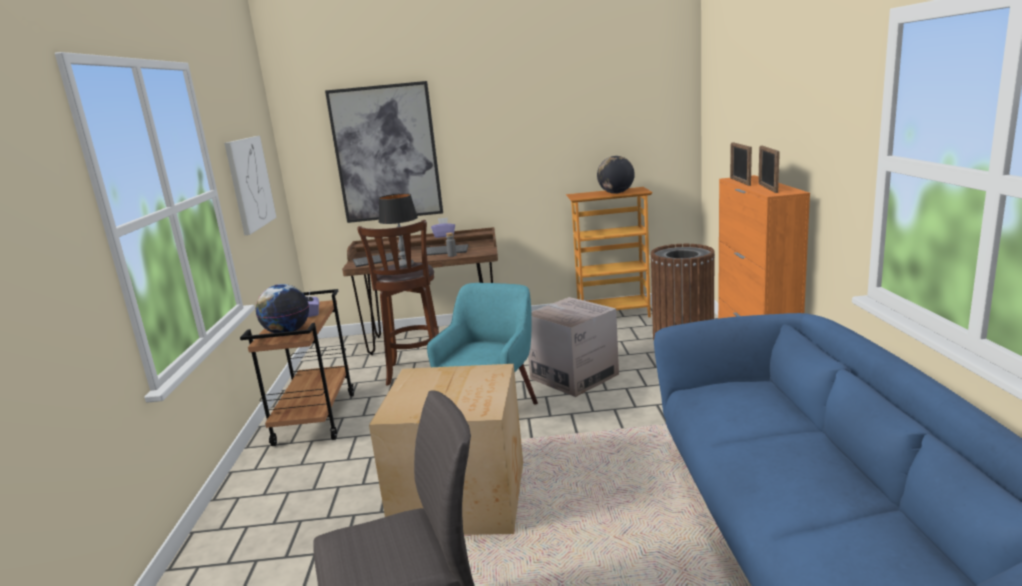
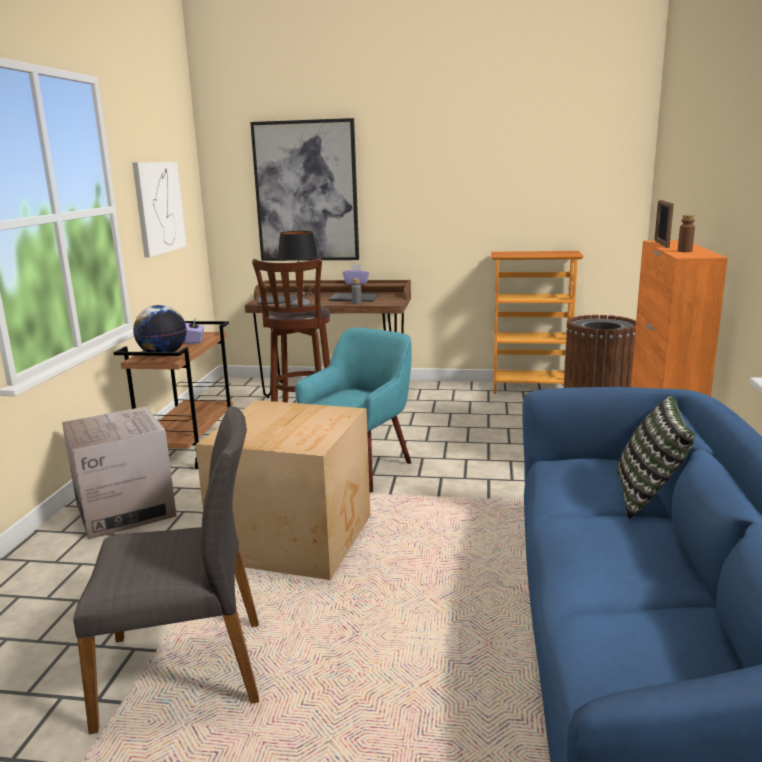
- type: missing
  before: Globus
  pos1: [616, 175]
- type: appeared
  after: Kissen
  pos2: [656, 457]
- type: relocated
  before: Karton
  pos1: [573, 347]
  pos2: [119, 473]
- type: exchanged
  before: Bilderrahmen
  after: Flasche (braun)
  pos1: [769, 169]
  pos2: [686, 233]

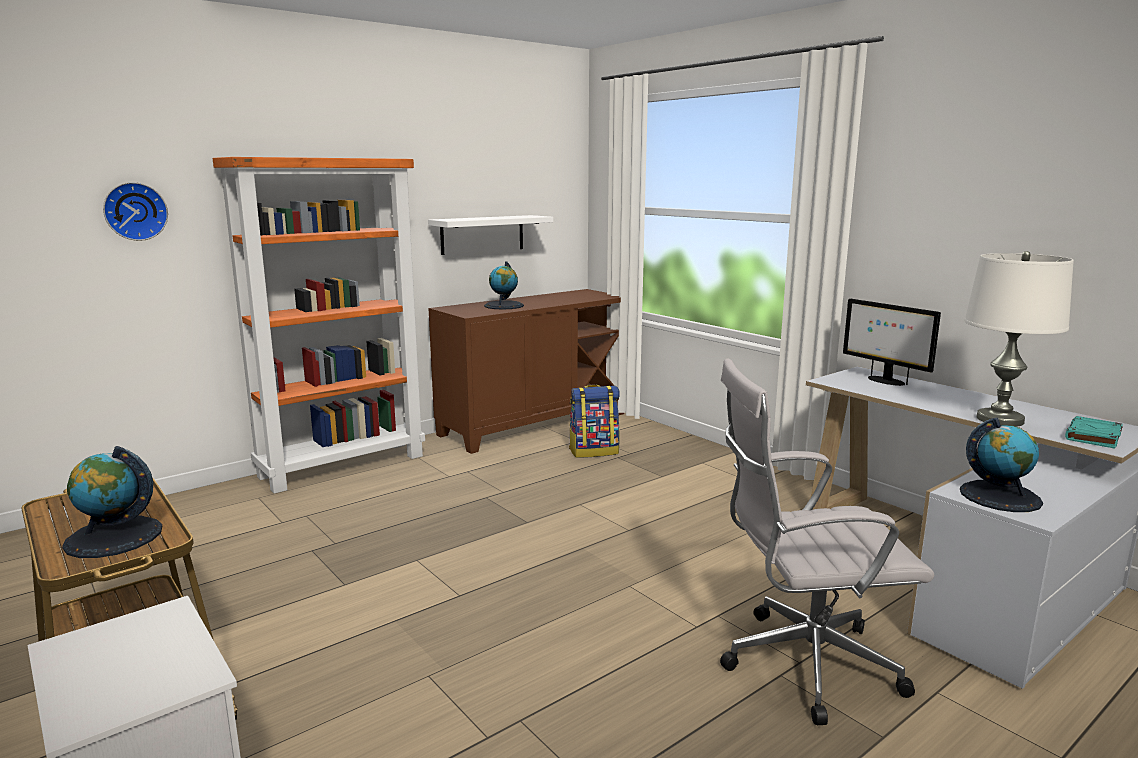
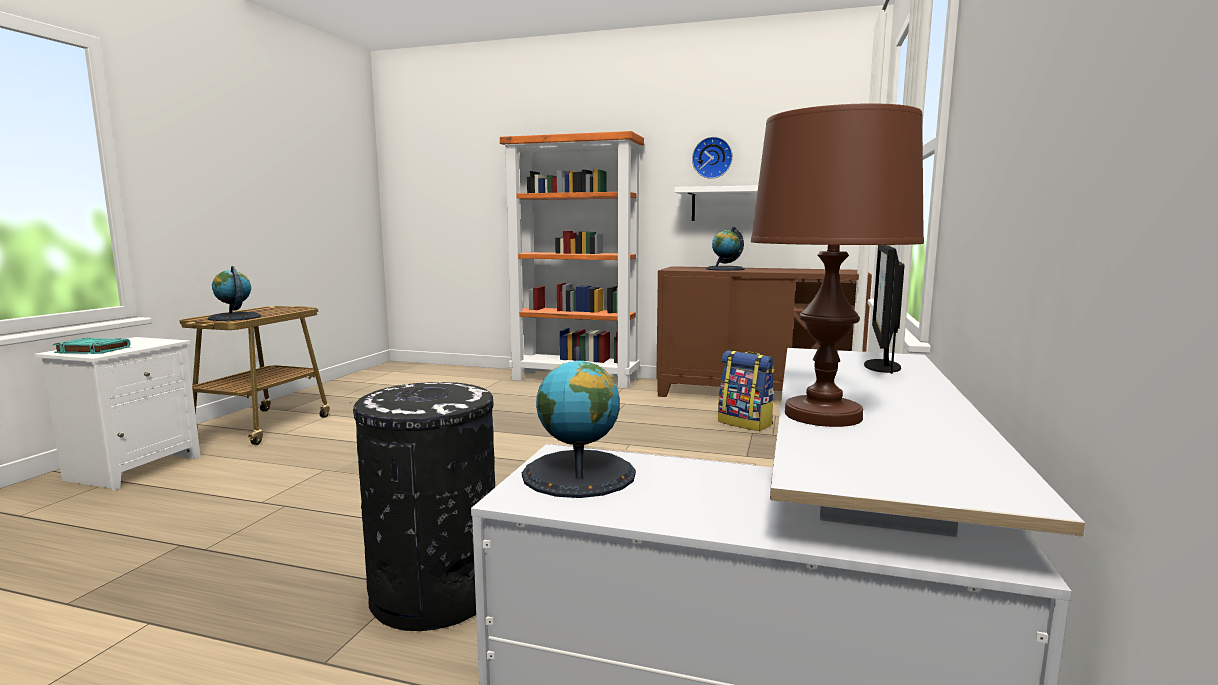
- type: relocated
  before: Wanduhr
  pos1: [135, 211]
  pos2: [712, 158]
- type: relocated
  before: Buch (türkis)
  pos1: [1094, 432]
  pos2: [91, 346]
- type: exchanged
  before: Bürostuhl (weiß)
  after: Mülleimer (schwarz)
  pos1: [827, 541]
  pos2: [423, 506]
- type: colour
  before: Tischlampe (weiß)
  after: Tischlampe (braun)
  pos1: [1019, 339]
  pos2: [837, 265]

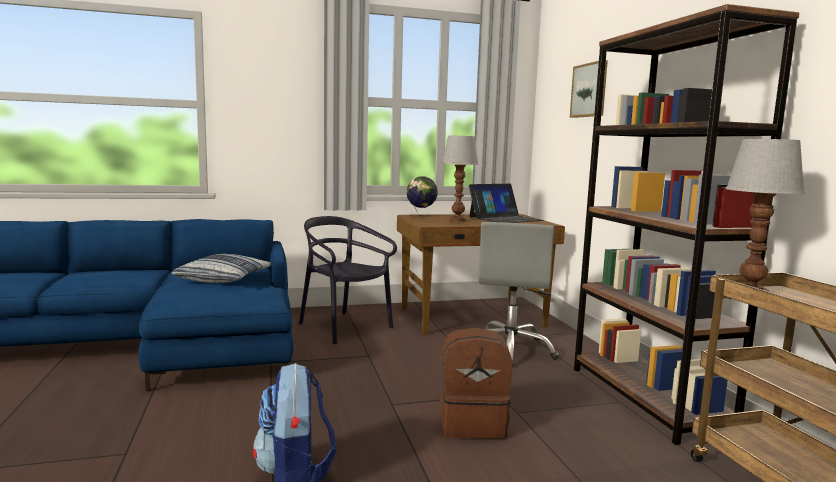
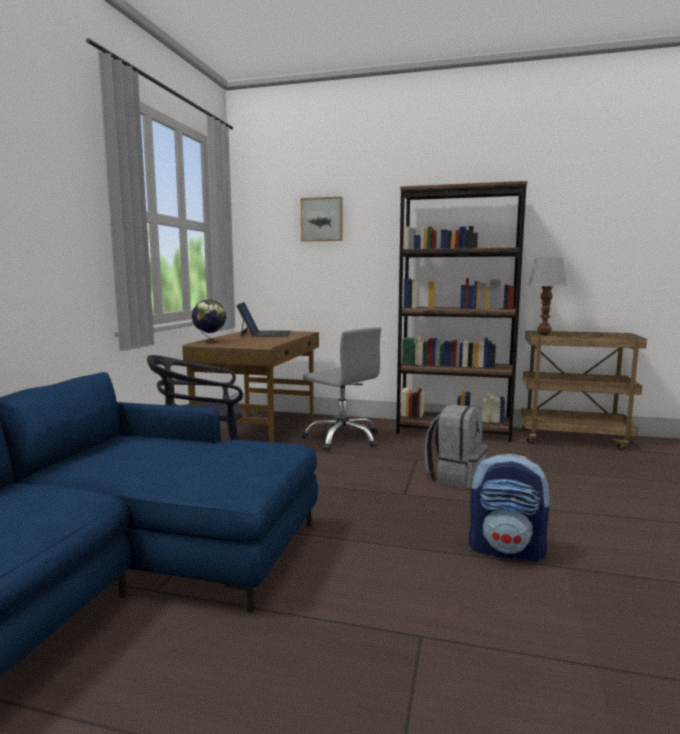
- type: missing
  before: Kissen
  pos1: [221, 268]
- type: missing
  before: Tischlampe
  pos1: [460, 179]
- type: colour
  before: Rucksack (braun)
  after: Rucksack (grau)
  pos1: [476, 383]
  pos2: [456, 446]

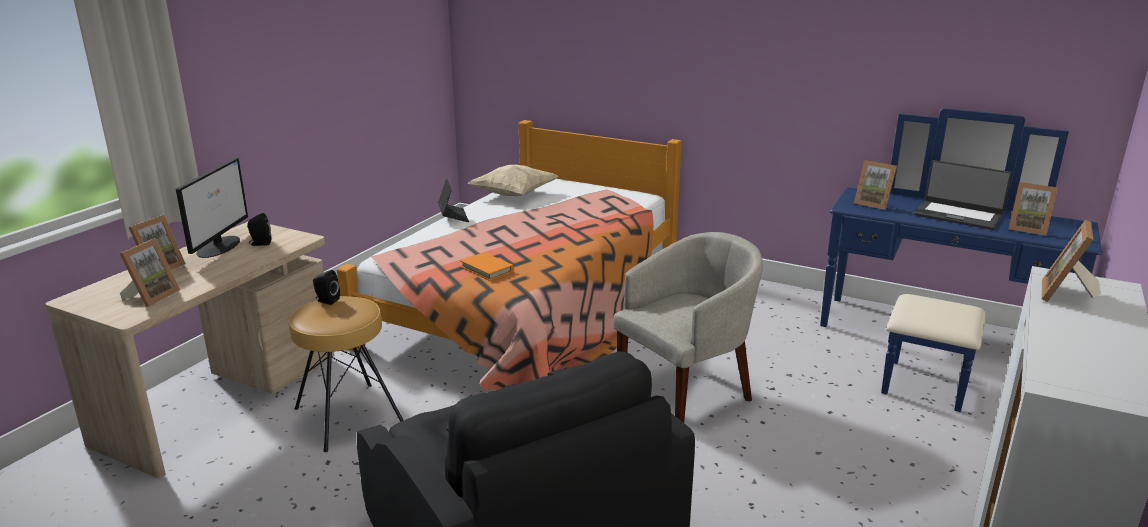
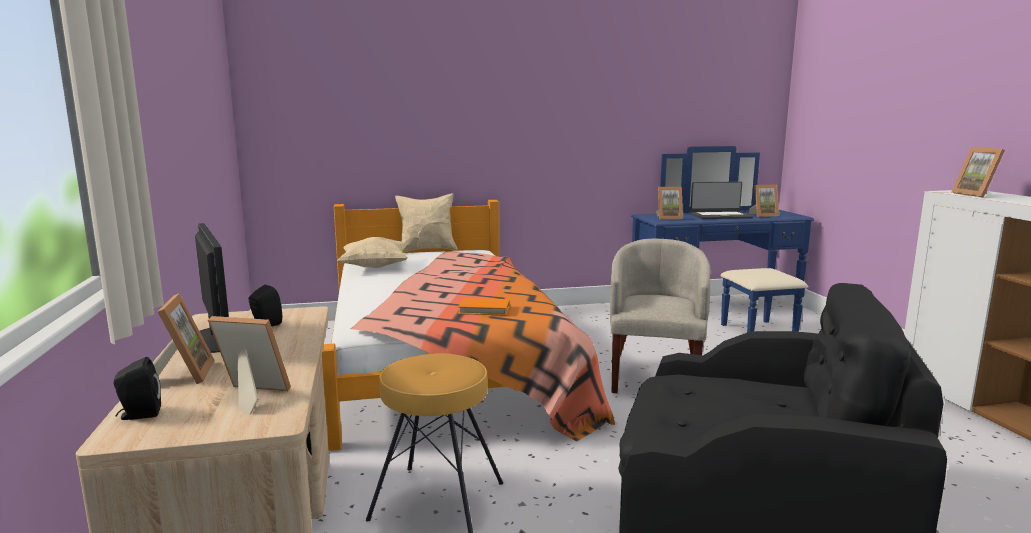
- type: missing
  before: Laptop
  pos1: [453, 200]
- type: appeared
  after: Kissen (beige)
  pos2: [426, 223]
- type: relocated
  before: Lautsprecher (schwarz)
  pos1: [326, 287]
  pos2: [137, 388]
- type: spun
  before: Bilderrahmen
  pos1: [150, 272]
  pos2: [249, 365]
  turn: -60

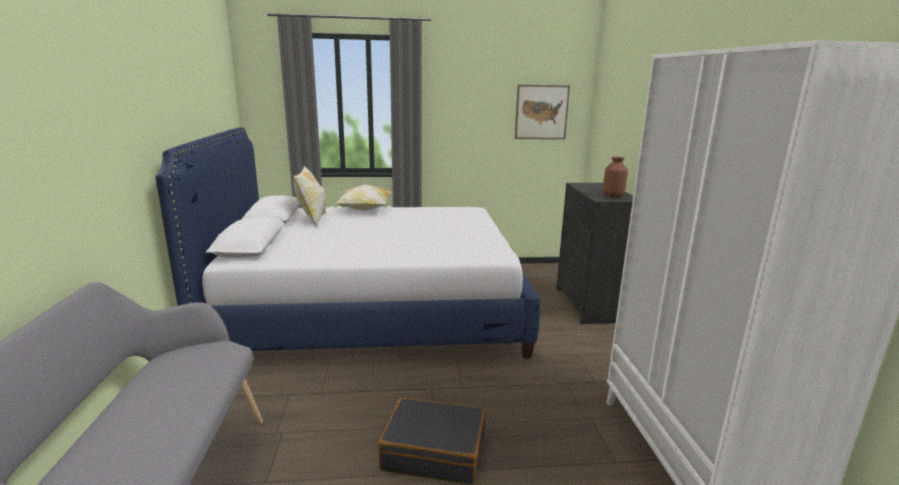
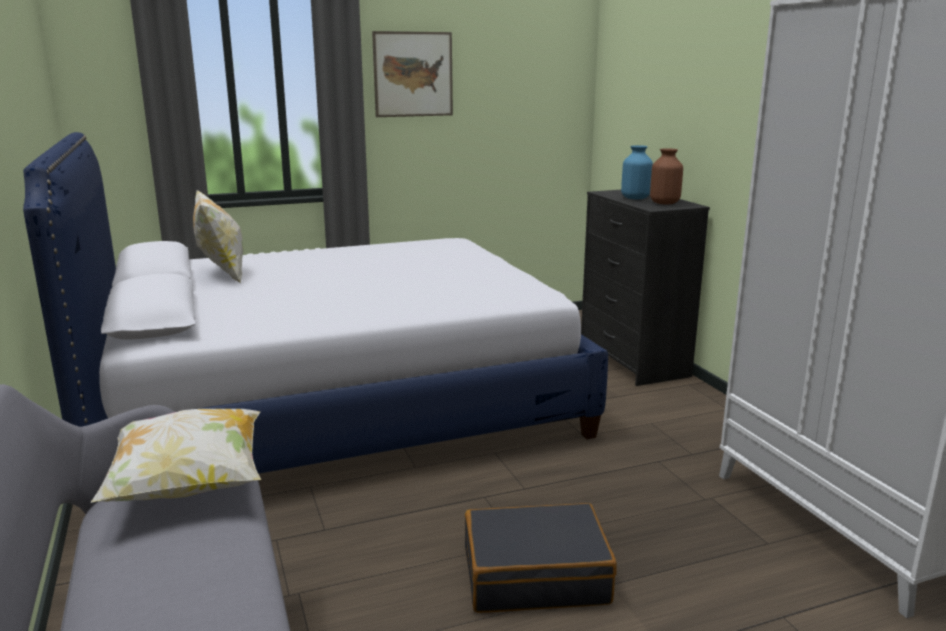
- type: appeared
  after: Vase (blau)
  pos2: [637, 172]
- type: relocated
  before: Kissen
  pos1: [363, 198]
  pos2: [176, 456]
- type: relocated
  before: Bild
  pos1: [542, 112]
  pos2: [412, 74]

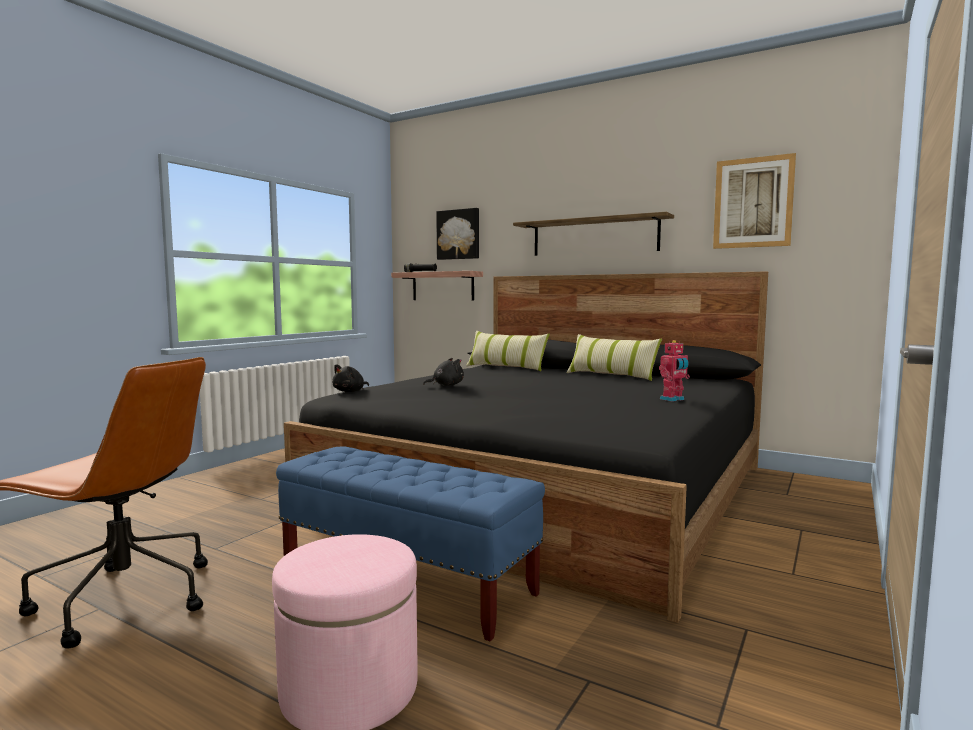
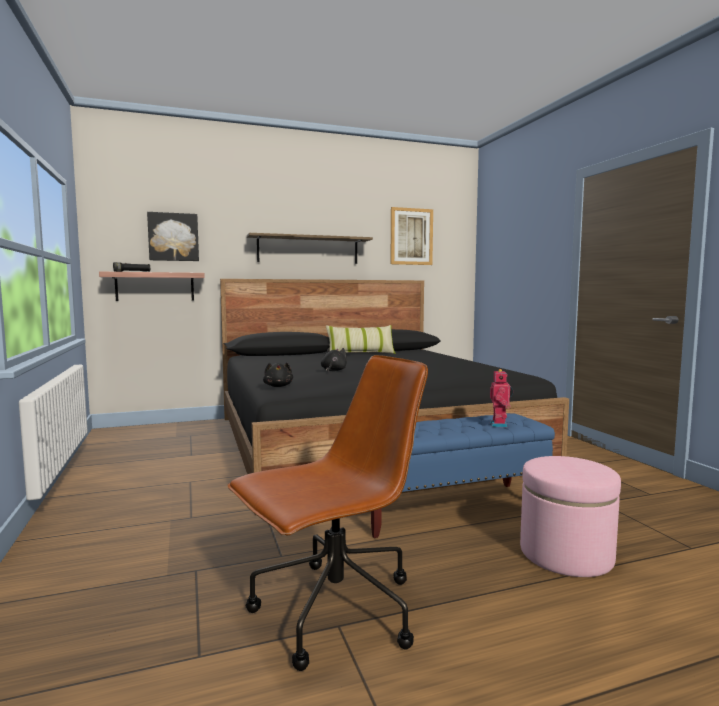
- type: missing
  before: Kissen
  pos1: [508, 351]
- type: relocated
  before: Spielzeugroboter
  pos1: [674, 371]
  pos2: [501, 398]

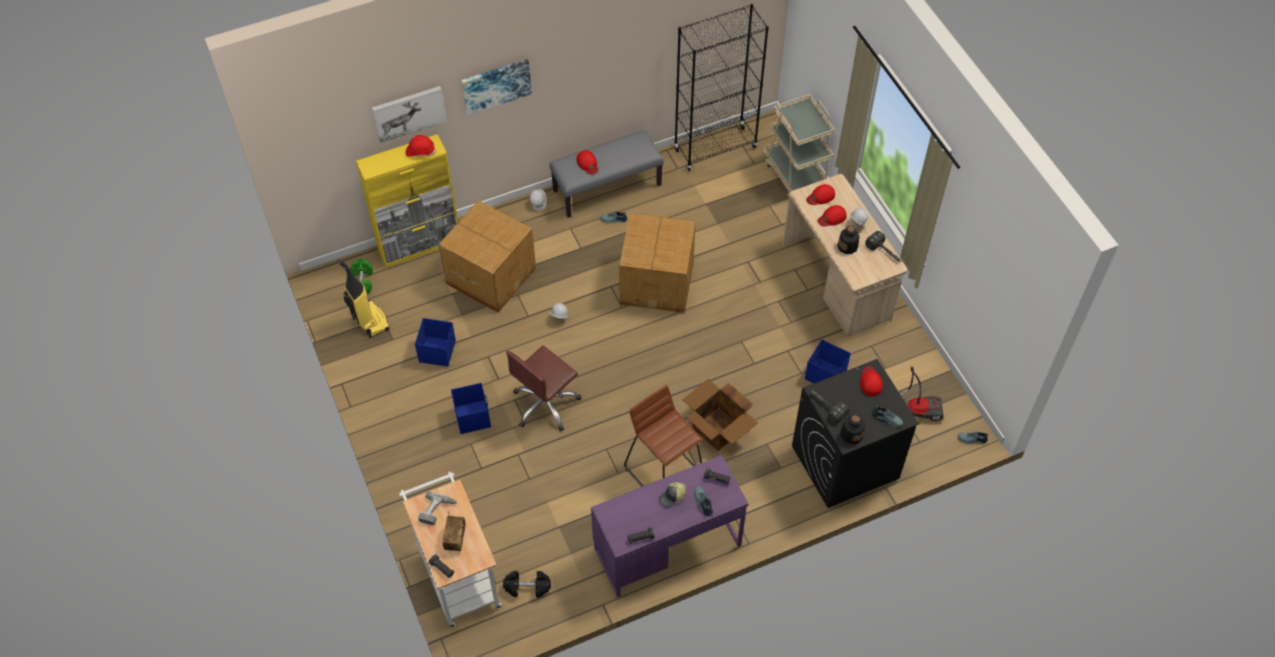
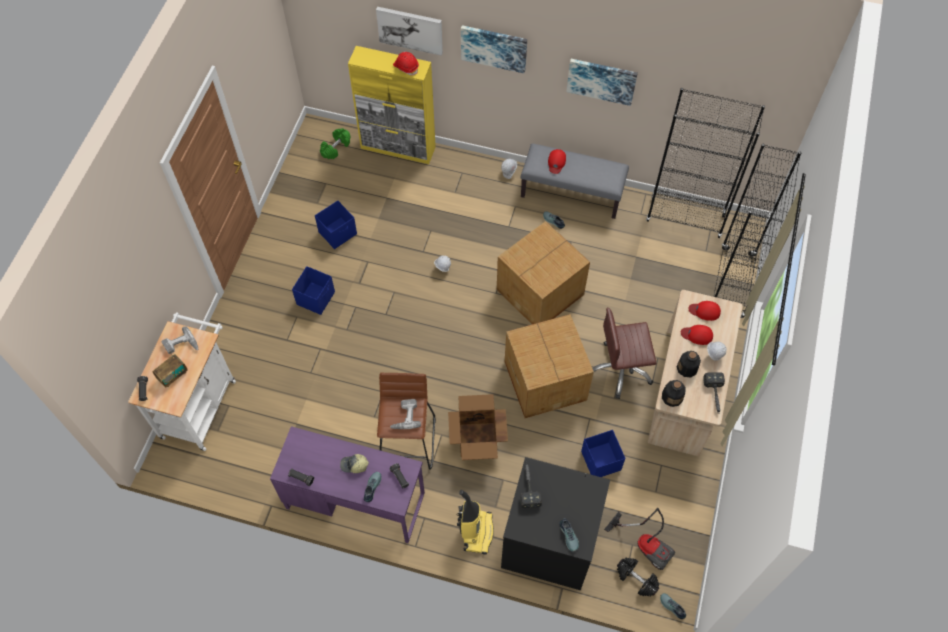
- type: missing
  before: Kappe (rot)
  pos1: [871, 381]
- type: appeared
  after: Bohrmaschine
  pos2: [405, 414]
- type: appeared
  after: Bild
  pos2: [602, 82]
- type: relocated
  before: Staubsauger
  pos1: [363, 299]
  pos2: [475, 522]
- type: relocated
  before: Karton
  pos1: [487, 256]
  pos2: [549, 366]
- type: relocated
  before: Hantel (schwarz)
  pos1: [527, 584]
  pos2: [638, 577]
- type: relocated
  before: Bürostuhl (braun)
  pos1: [543, 388]
  pos2: [624, 353]
- type: relocated
  before: Flasche
  pos1: [853, 429]
  pos2: [674, 393]
- type: exchanged
  before: Rollwagen (beige)
  after: Bücherregal (schwarz)
  pos1: [799, 146]
  pos2: [757, 231]

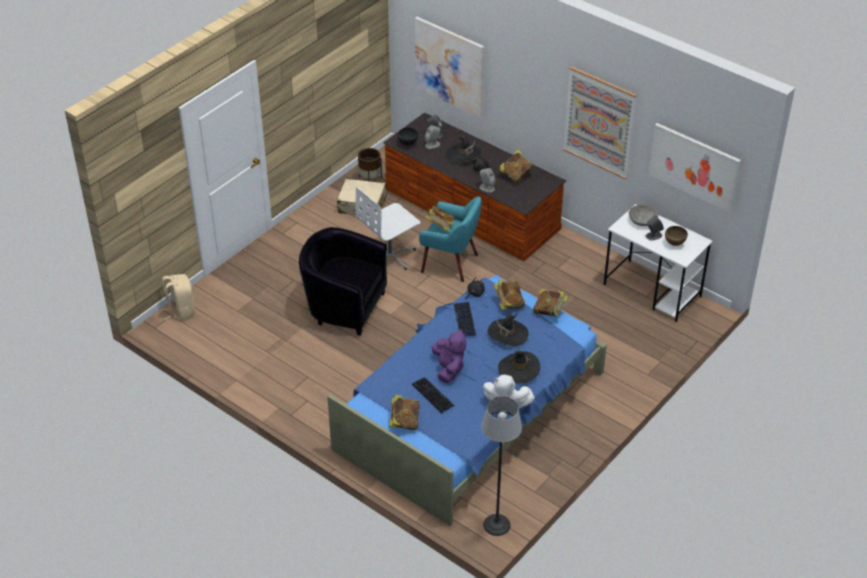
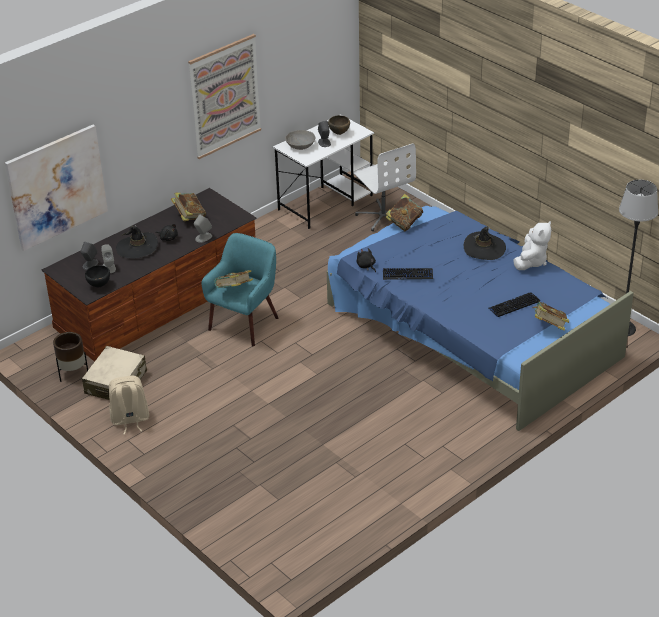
- type: missing
  before: Sessel (schwarz)
  pos1: [343, 281]
- type: missing
  before: Plüschtier (lila)
  pos1: [449, 355]
- type: missing
  before: Hut (schwarz)
  pos1: [507, 329]
- type: missing
  before: Buch
  pos1: [509, 295]
- type: missing
  before: Bild
  pos1: [694, 167]
- type: relocated
  before: Rucksack (beige)
  pos1: [178, 297]
  pos2: [129, 405]
- type: relocated
  before: Bürostuhl (weiß)
  pos1: [388, 228]
  pos2: [384, 187]

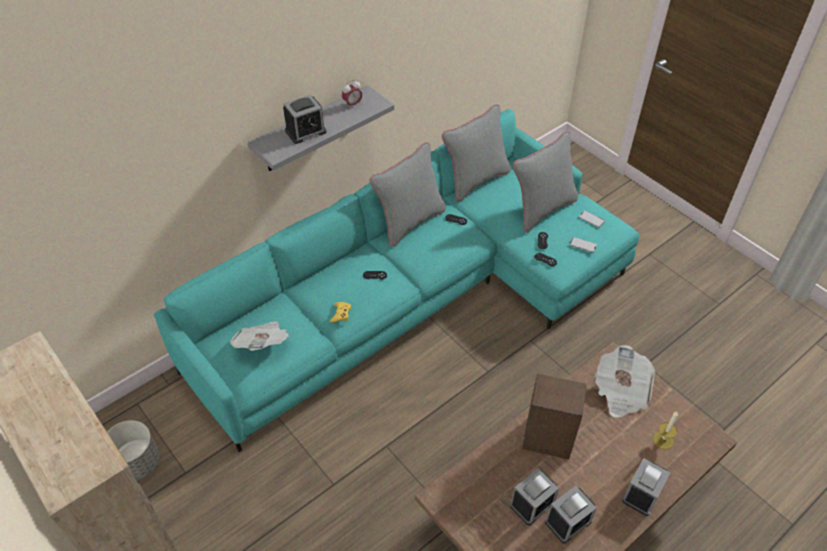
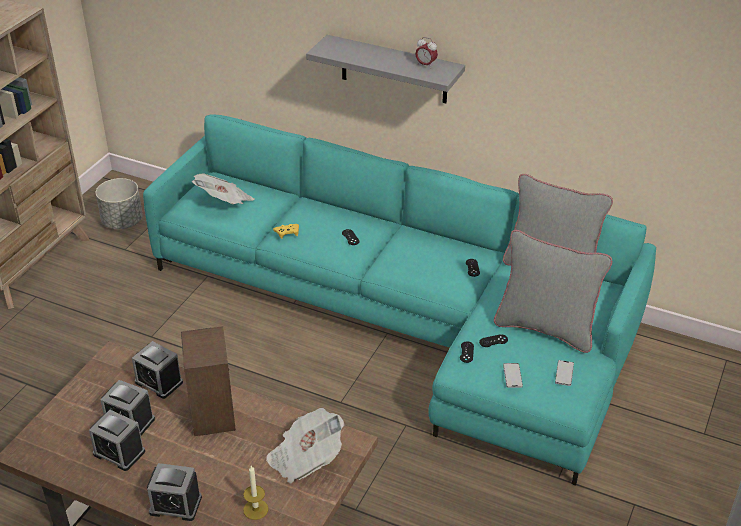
- type: missing
  before: Kissen (grau)
  pos1: [407, 194]
- type: relocated
  before: Wecker
  pos1: [305, 119]
  pos2: [157, 370]

